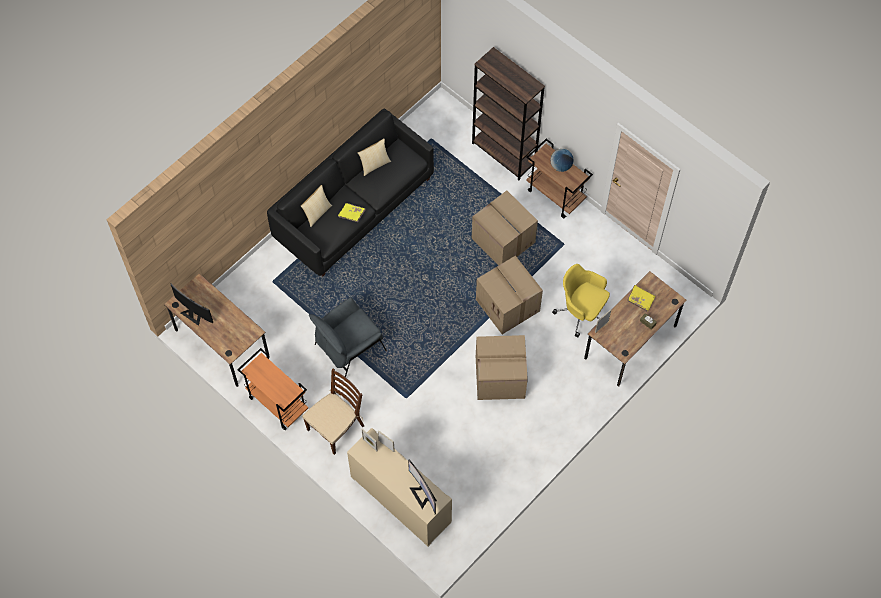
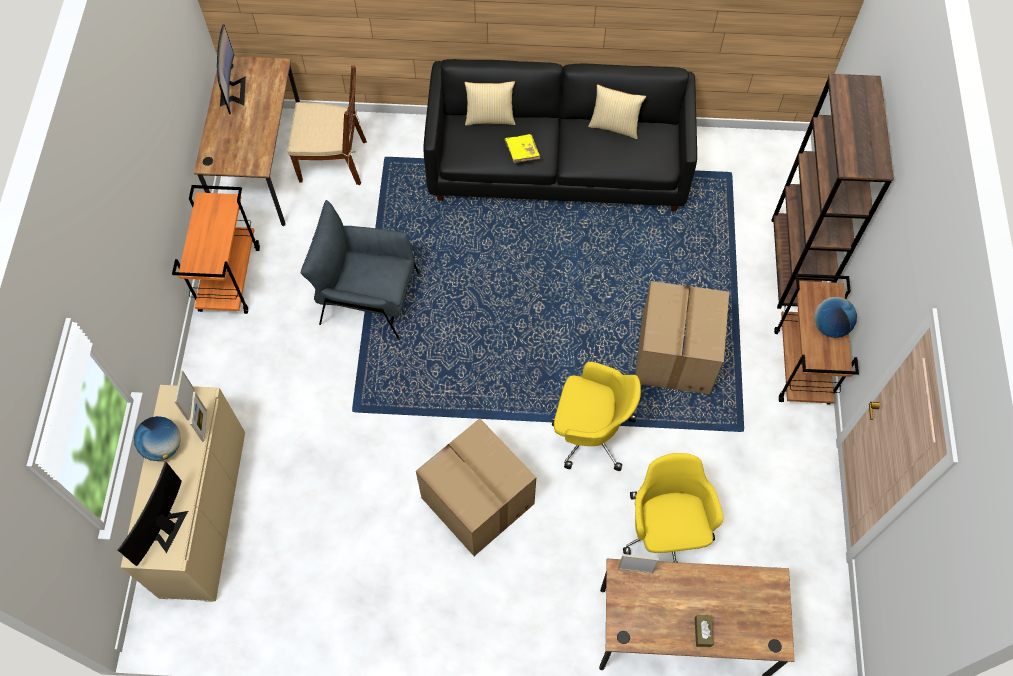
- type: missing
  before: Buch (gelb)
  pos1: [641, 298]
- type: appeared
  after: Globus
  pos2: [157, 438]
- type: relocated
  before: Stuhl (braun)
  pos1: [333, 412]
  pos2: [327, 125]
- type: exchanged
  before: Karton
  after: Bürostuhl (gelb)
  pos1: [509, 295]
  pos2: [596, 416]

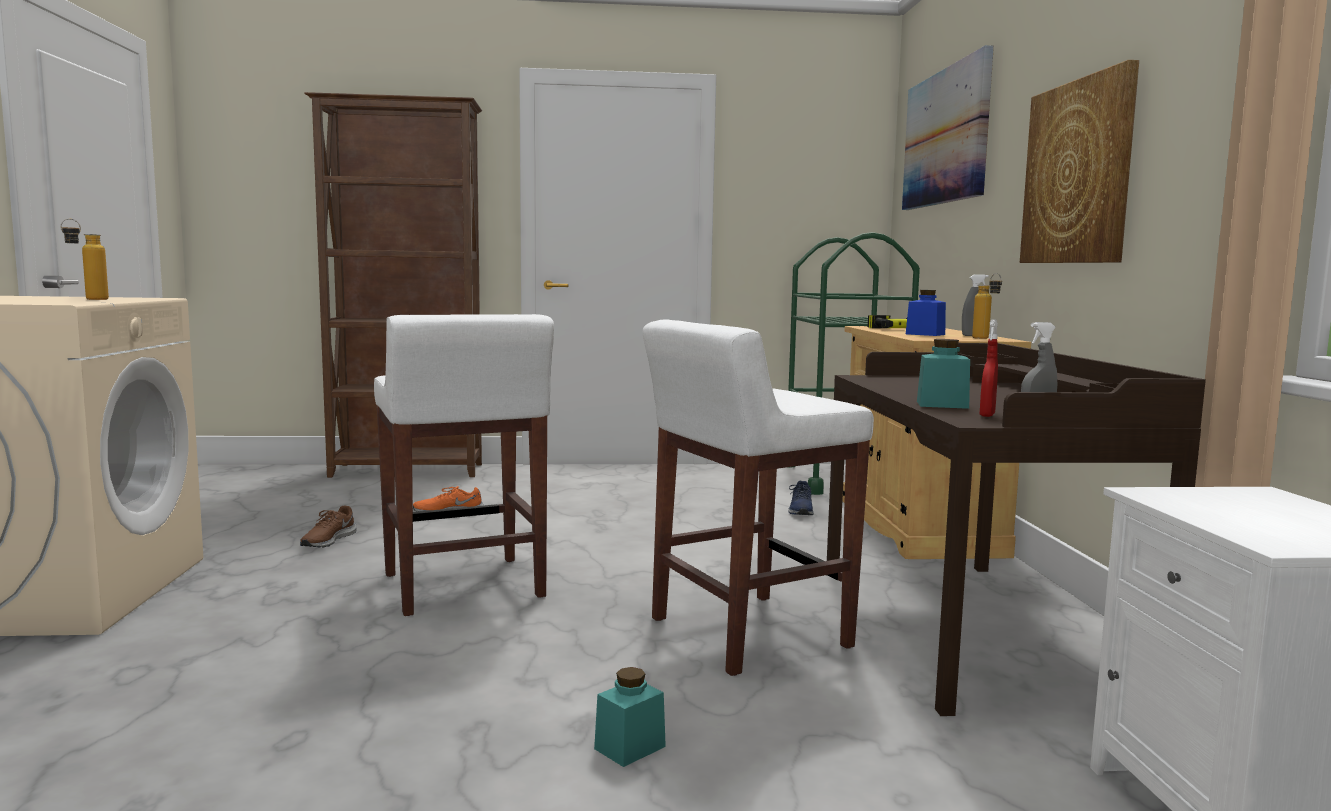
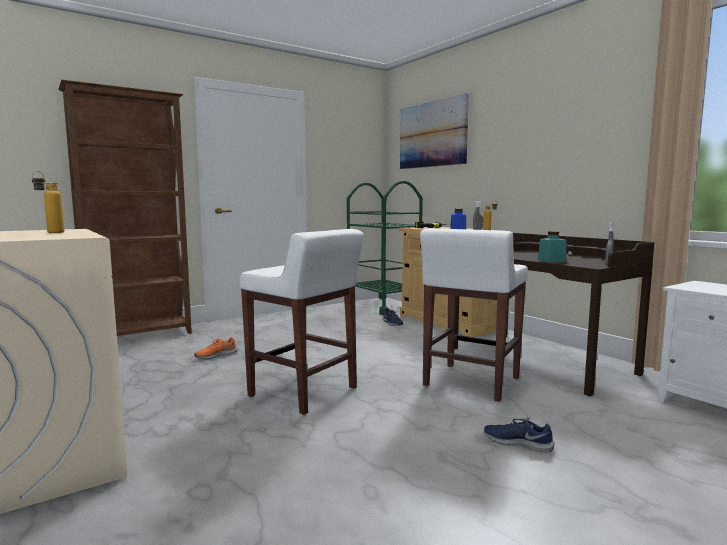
- type: missing
  before: Schuh (braun)
  pos1: [328, 526]
- type: missing
  before: Sprühflasche (rot)
  pos1: [989, 368]
- type: missing
  before: Bild
  pos1: [1079, 161]
- type: exchanged
  before: Vorratsglas (türkis)
  after: Schuh (blau)
  pos1: [630, 717]
  pos2: [519, 435]

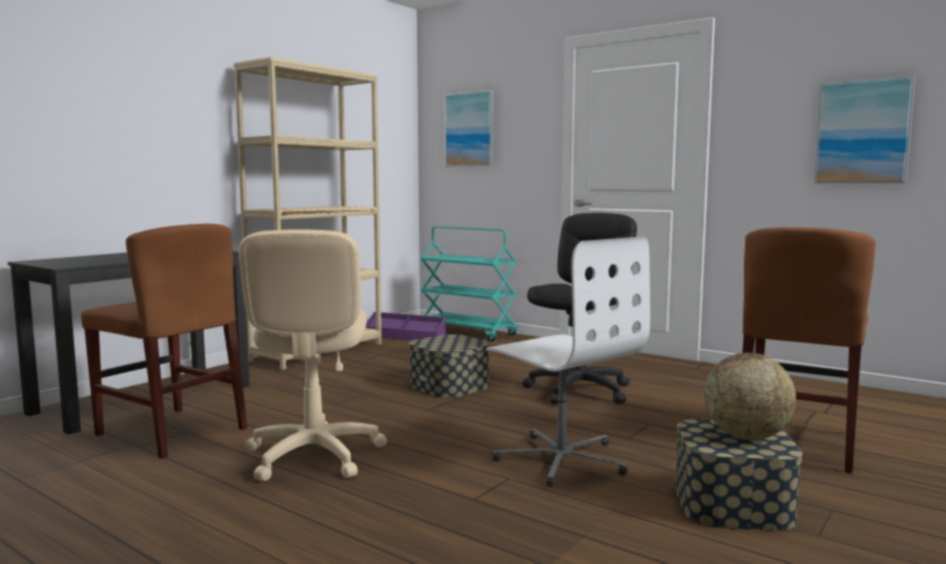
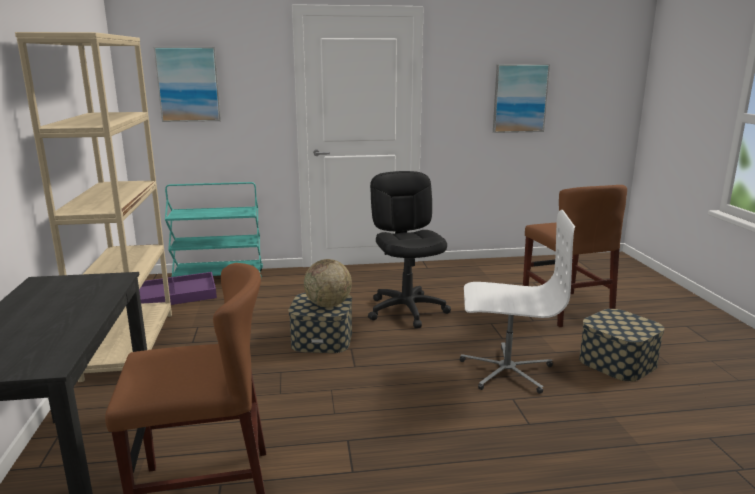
- type: missing
  before: Bürostuhl (beige)
  pos1: [313, 355]
- type: relocated
  before: Globus
  pos1: [750, 396]
  pos2: [328, 283]

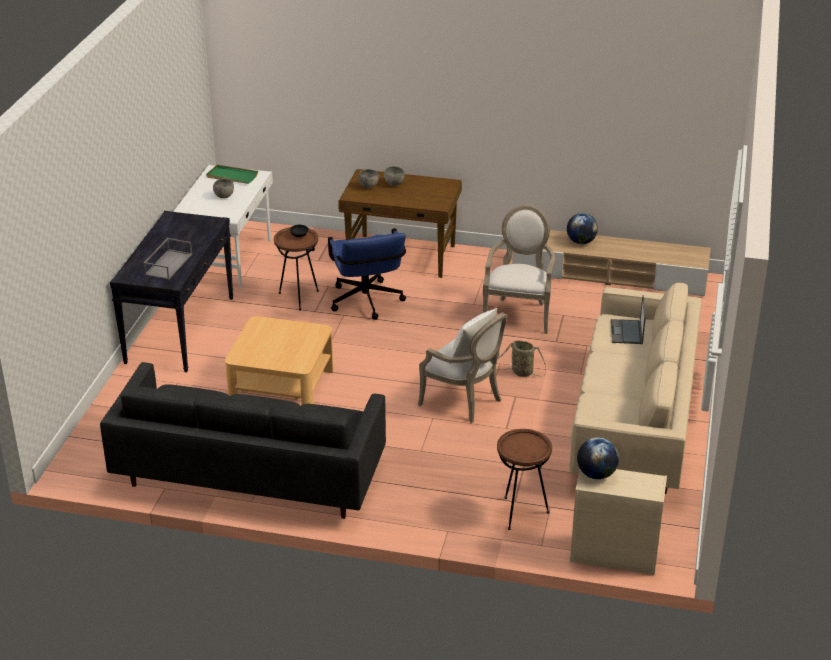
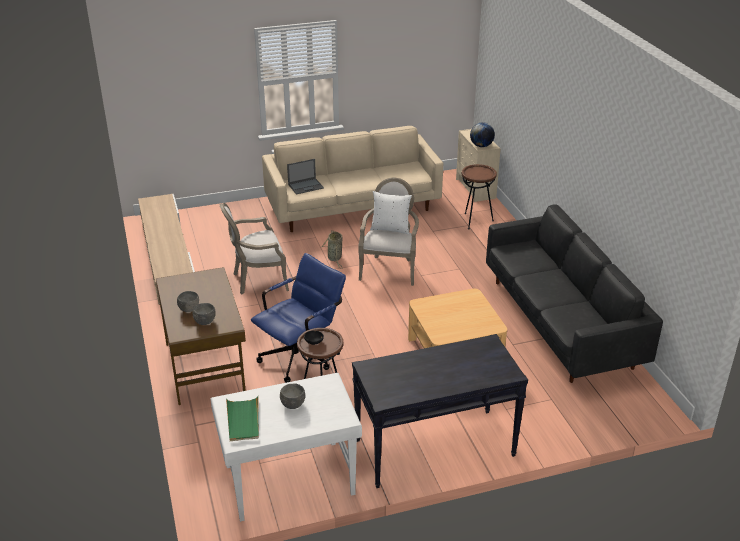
- type: missing
  before: Tablett (grau)
  pos1: [168, 259]
- type: missing
  before: Globus
  pos1: [582, 228]

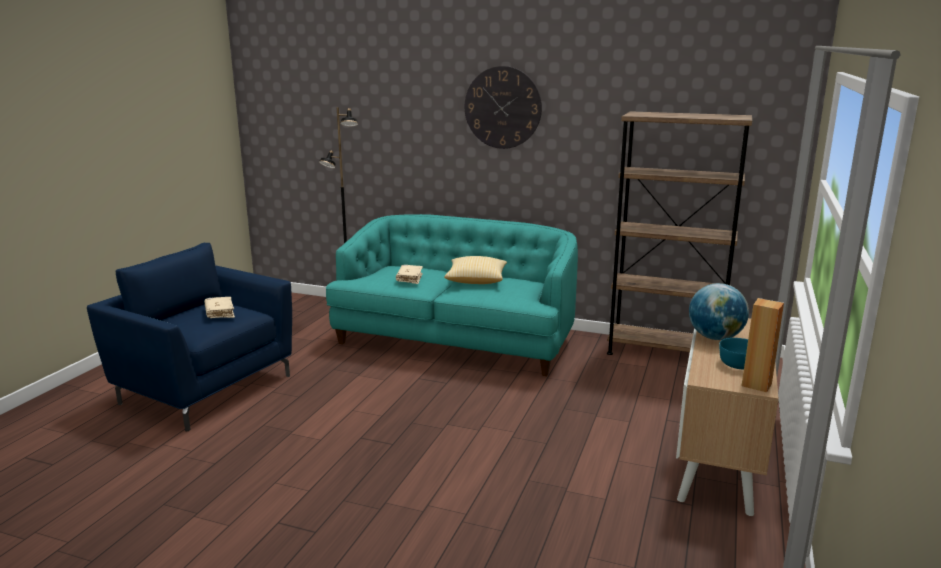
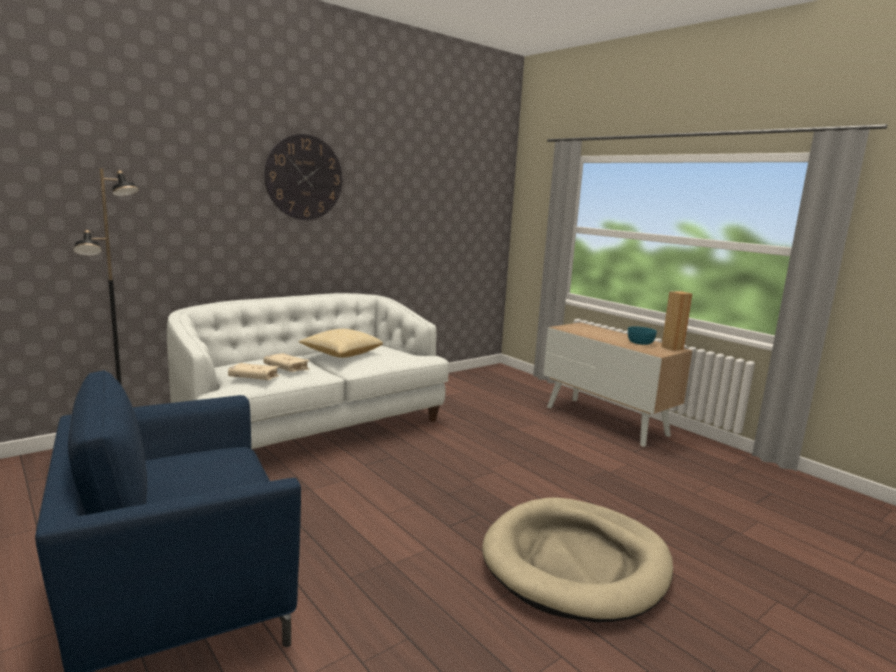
- type: missing
  before: Bücherregal (braun)
  pos1: [679, 233]
- type: missing
  before: Globus
  pos1: [719, 311]
- type: appeared
  after: Hundebett (beige)
  pos2: [577, 559]
- type: relocated
  before: Buch (beige)
  pos1: [219, 307]
  pos2: [254, 371]
- type: colour
  before: Sofa (türkis)
  after: Sofa (weiß)
  pos1: [452, 295]
  pos2: [308, 371]

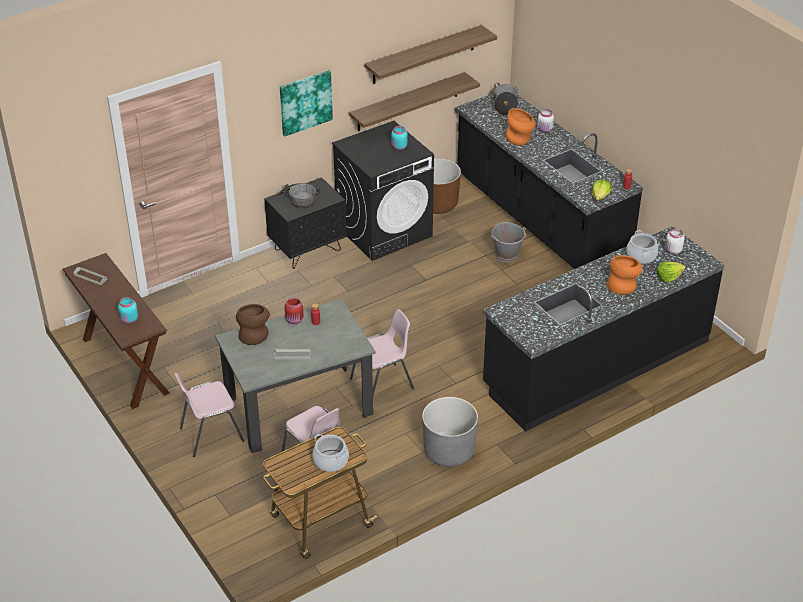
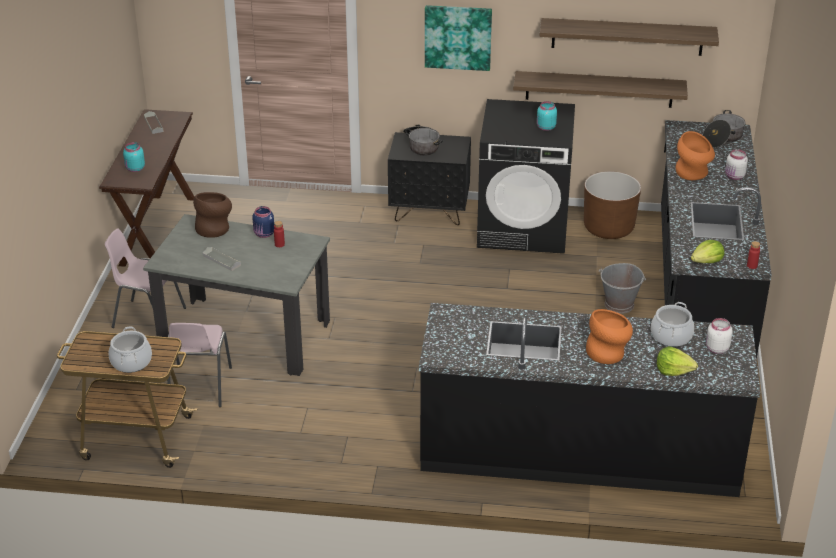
- type: missing
  before: Stuhl (rosa)
  pos1: [382, 352]
- type: missing
  before: Pflanzkübel (grau)
  pos1: [450, 432]
- type: colour
  before: Vorratsglas (rot)
  after: Vorratsglas (blau)
  pos1: [294, 311]
  pos2: [263, 222]

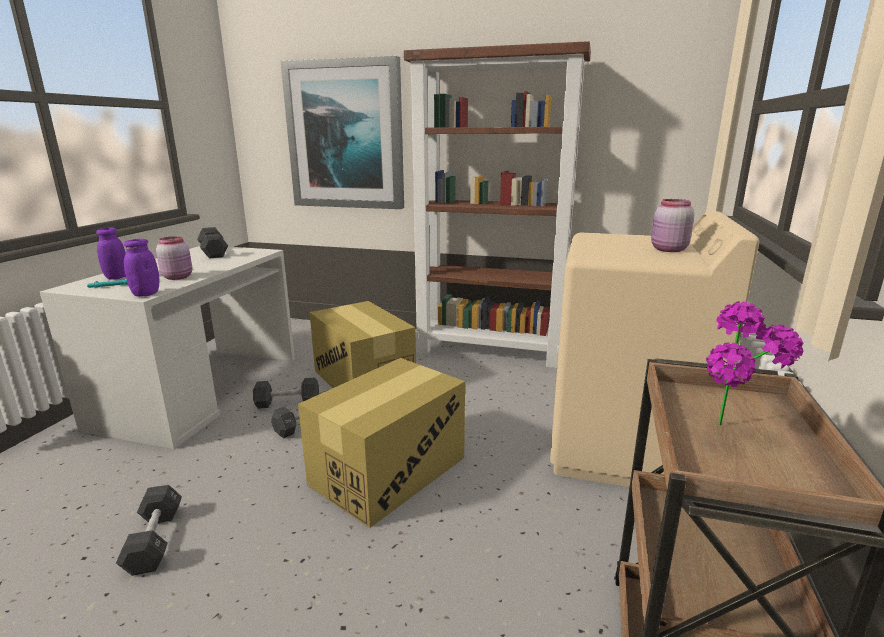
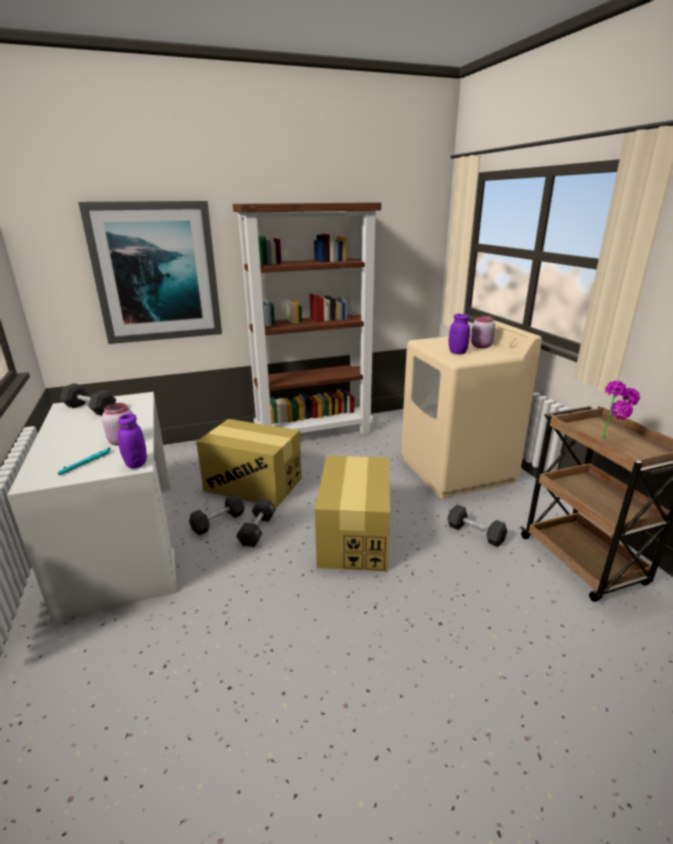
- type: relocated
  before: Vorratsglas (lila)
  pos1: [111, 253]
  pos2: [459, 334]
- type: relocated
  before: Hantel (schwarz)
  pos1: [149, 530]
  pos2: [477, 525]

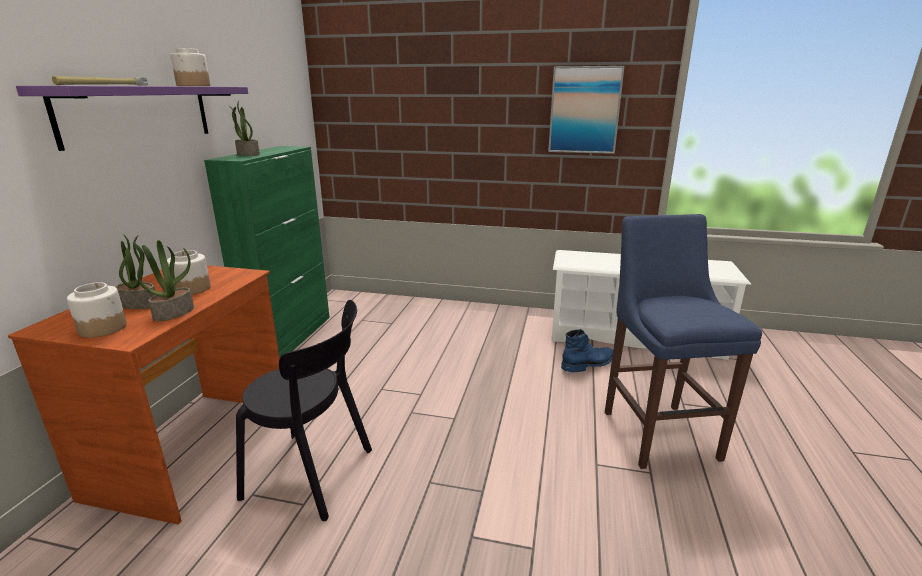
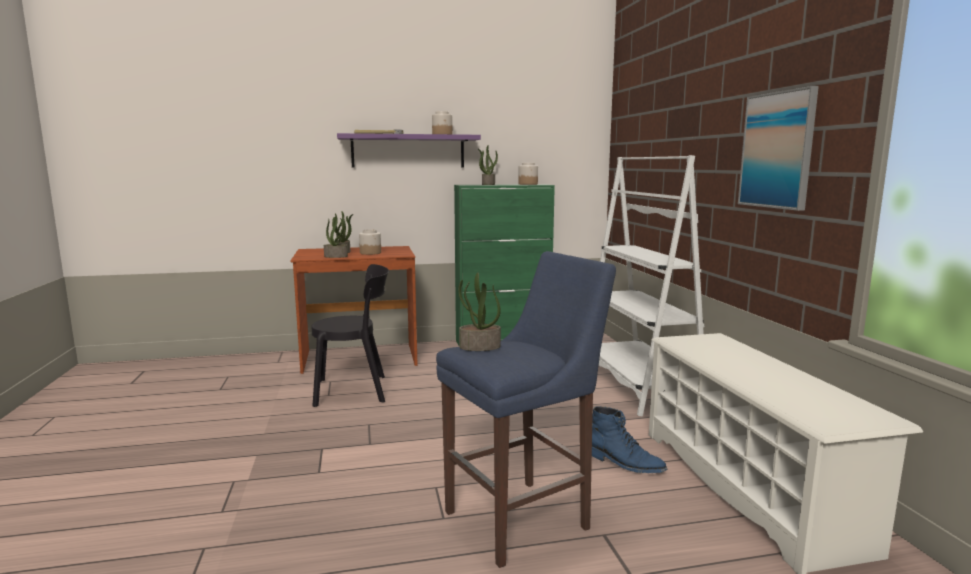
- type: appeared
  after: Topfpflanze
  pos2: [479, 311]
- type: appeared
  after: Bücherregal (weiß)
  pos2: [651, 285]
- type: relocated
  before: Vorratsglas
  pos1: [97, 310]
  pos2: [528, 174]
- type: spun
  before: Stuhl (schwarz)
  pos1: [304, 410]
  pos2: [350, 335]
  turn: -90

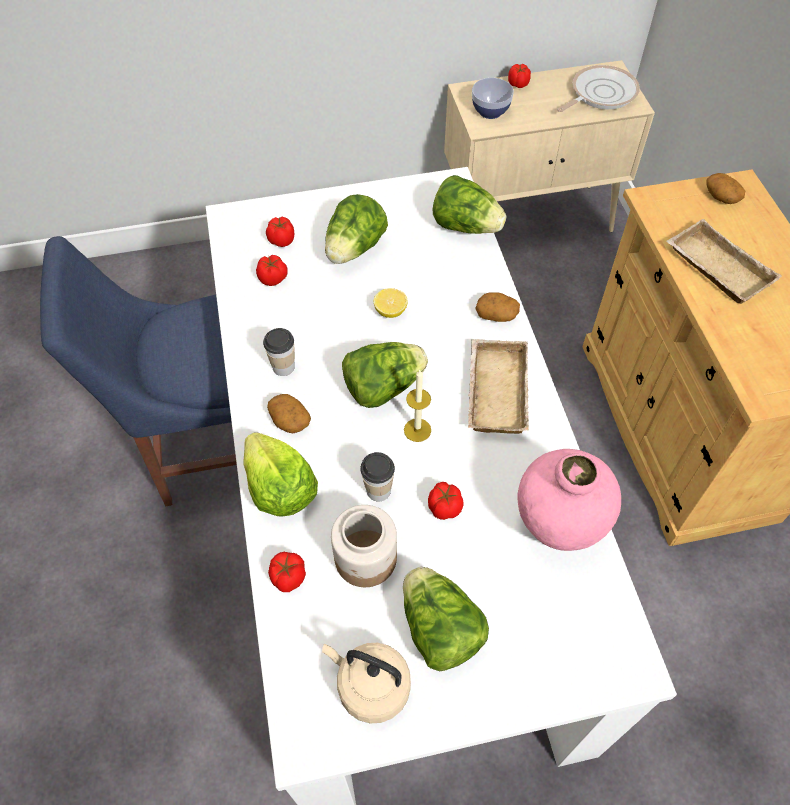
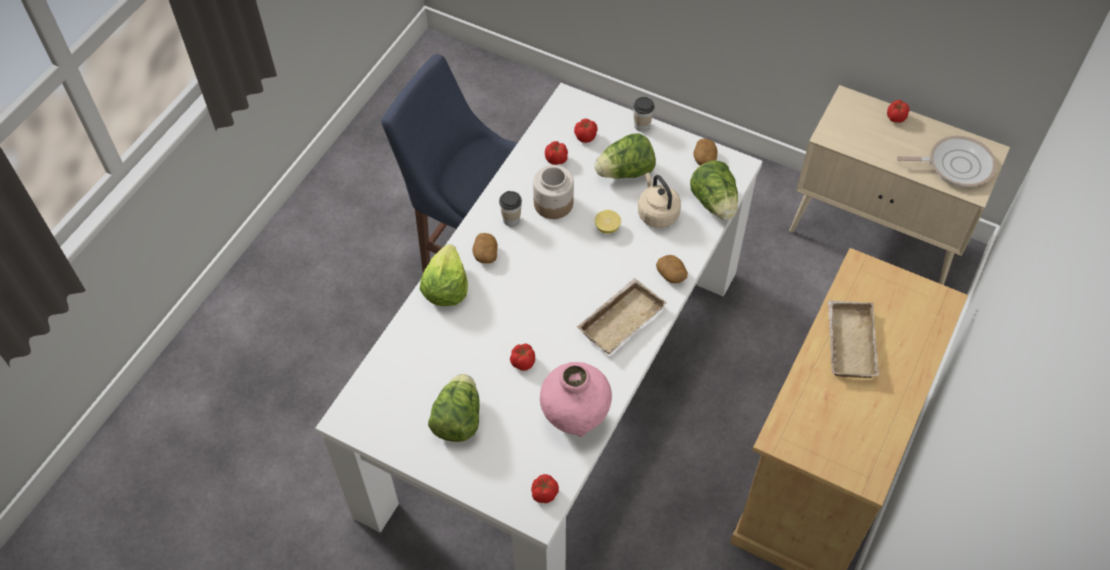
- type: missing
  before: Salatkopf
  pos1: [385, 375]
- type: missing
  before: Kerze
  pos1: [417, 406]
- type: missing
  before: Schüssel
  pos1: [493, 98]
- type: relocated
  before: Tomate
  pos1: [287, 572]
  pos2: [545, 488]
- type: relocated
  before: Wasserkessel (beige)
  pos1: [366, 683]
  pos2: [659, 200]
- type: relocated
  before: Vorratsglas
  pos1: [364, 546]
  pos2: [553, 192]
- type: relocated
  before: Tasse
  pos1: [377, 477]
  pos2: [644, 114]
- type: relocated
  before: Kartoffel
  pos1: [725, 188]
  pos2: [705, 152]

